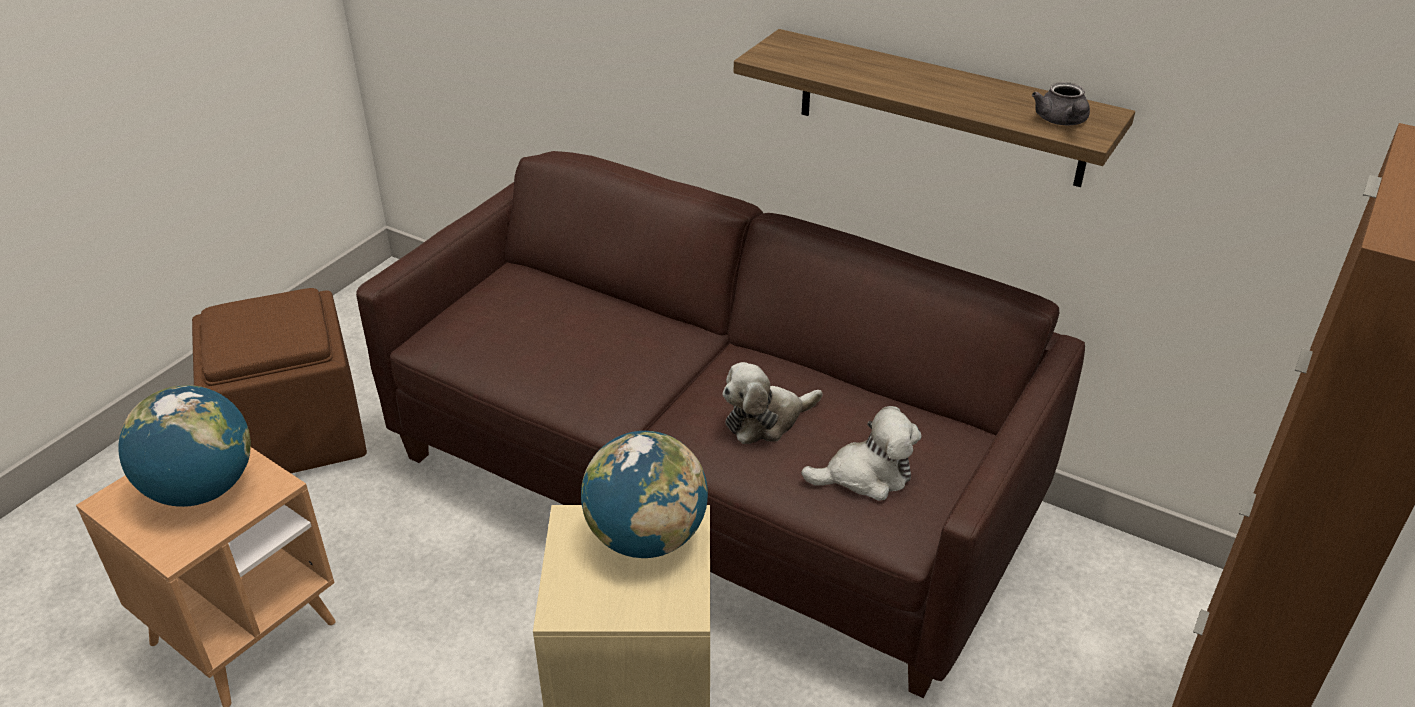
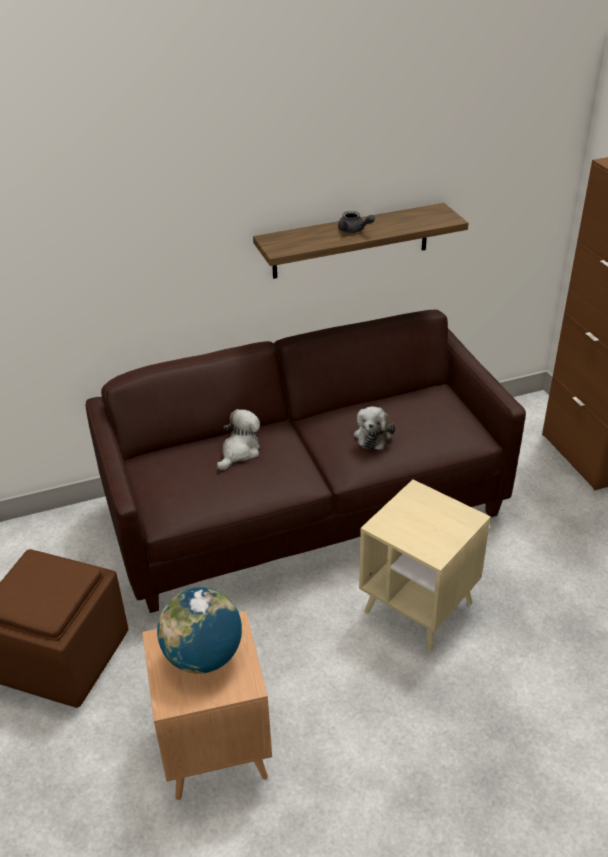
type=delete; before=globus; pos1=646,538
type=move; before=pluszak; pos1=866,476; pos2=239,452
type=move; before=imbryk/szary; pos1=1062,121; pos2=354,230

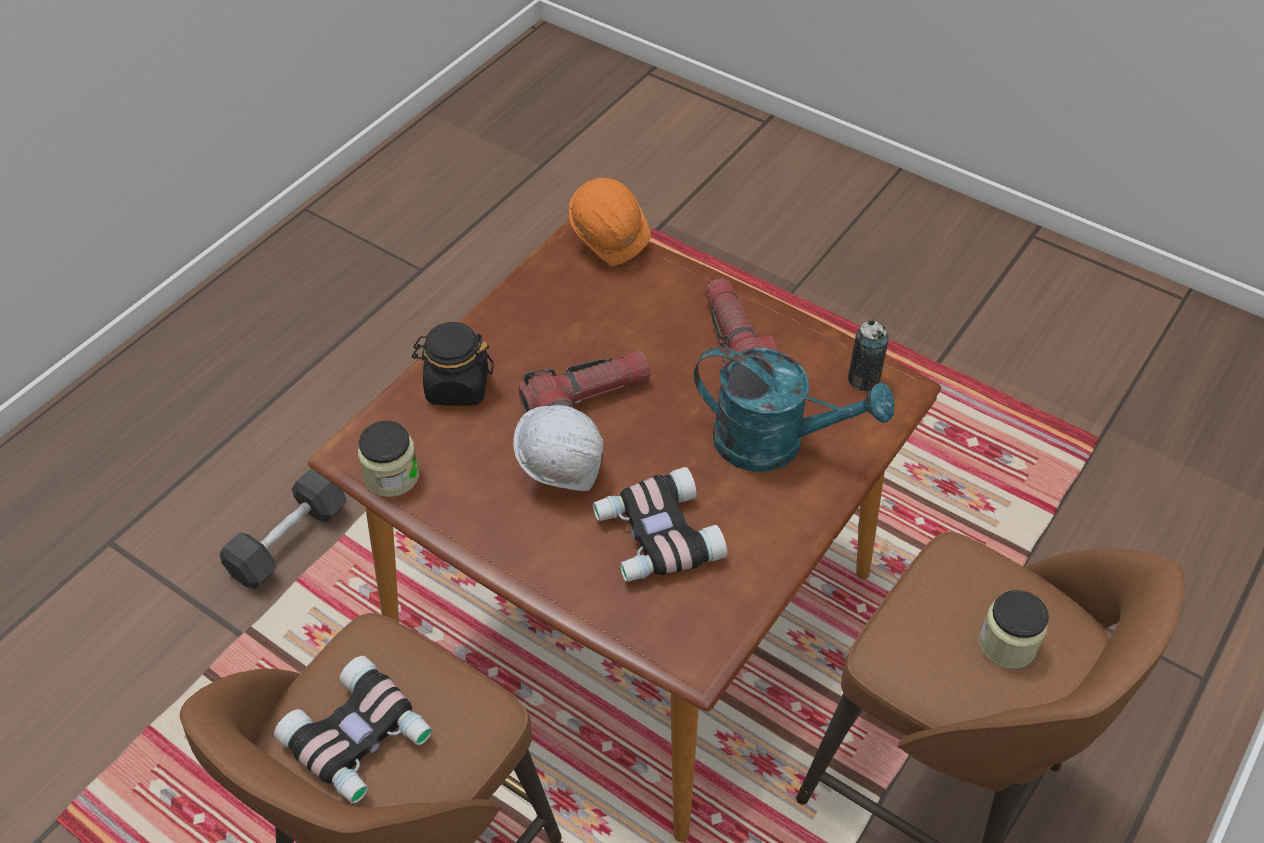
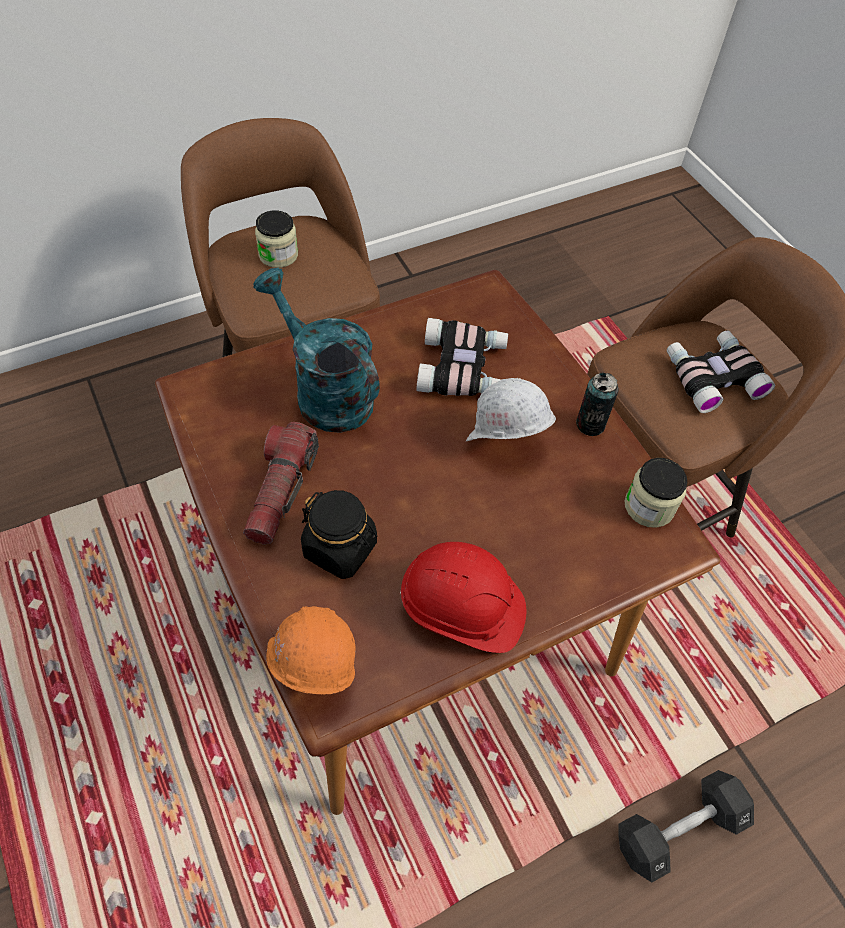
type=delete; before=latarka; pos1=585,396
type=insert; after=kask/czerwony; pos2=462,609
type=move; before=słoik/czarny; pos1=457,386; pos2=340,549
type=move; before=puszka; pos1=863,380; pos2=590,424

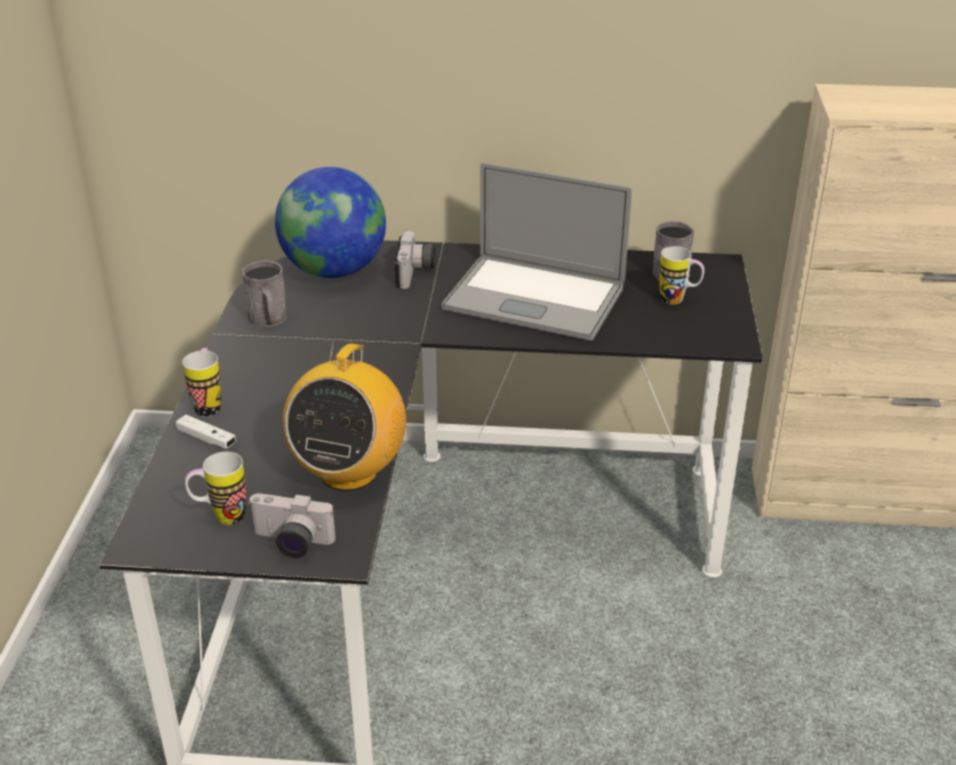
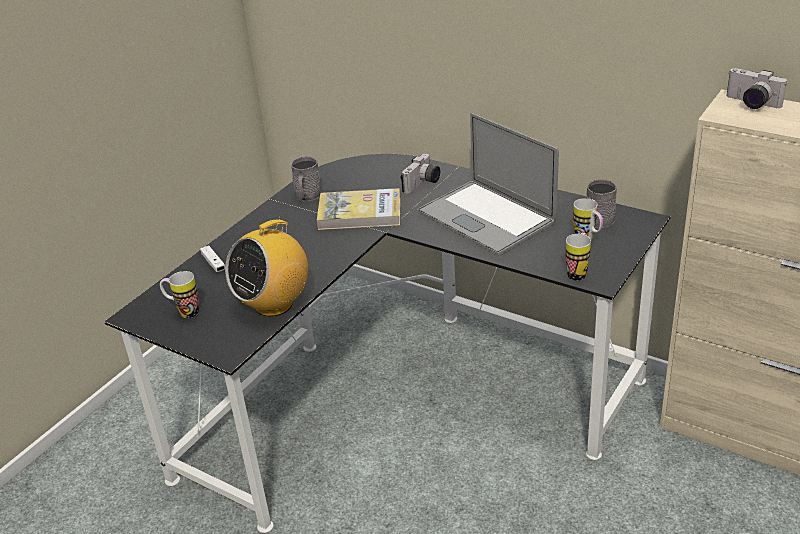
type=delete; before=globus; pos1=334,271
type=insert; after=książka; pos2=359,213
type=move; before=kubek; pos1=208,404; pos2=578,272
type=move; before=aparat fotograficzny; pos1=290,543; pos2=750,104

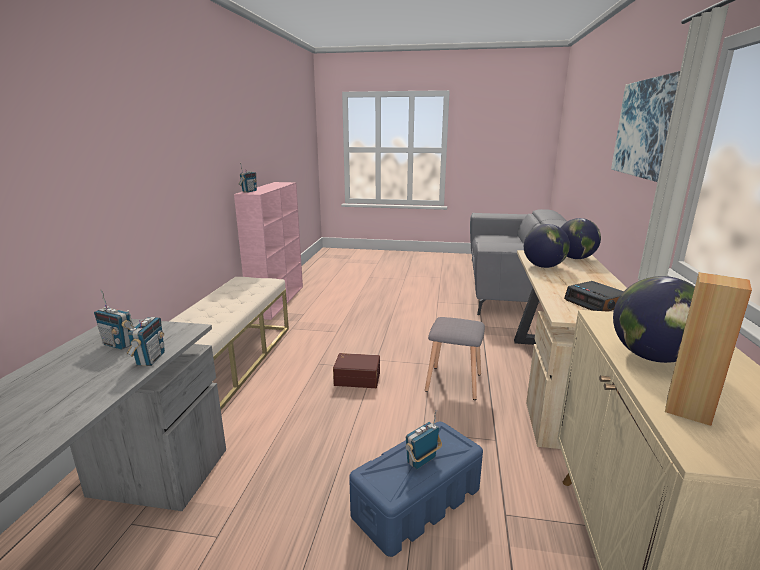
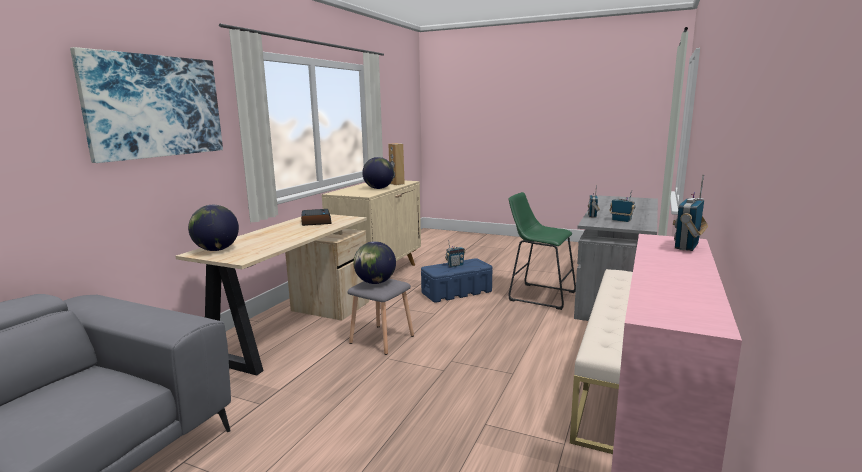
type=delete; before=pojemnik do przechowywania/brązowy; pos1=357,378
type=insert; after=stołek/zielony; pos2=538,295
type=move; before=globus; pos1=543,266; pos2=375,282

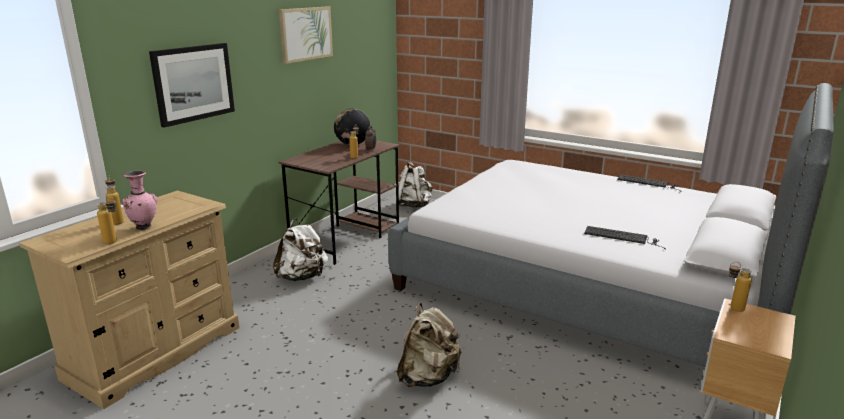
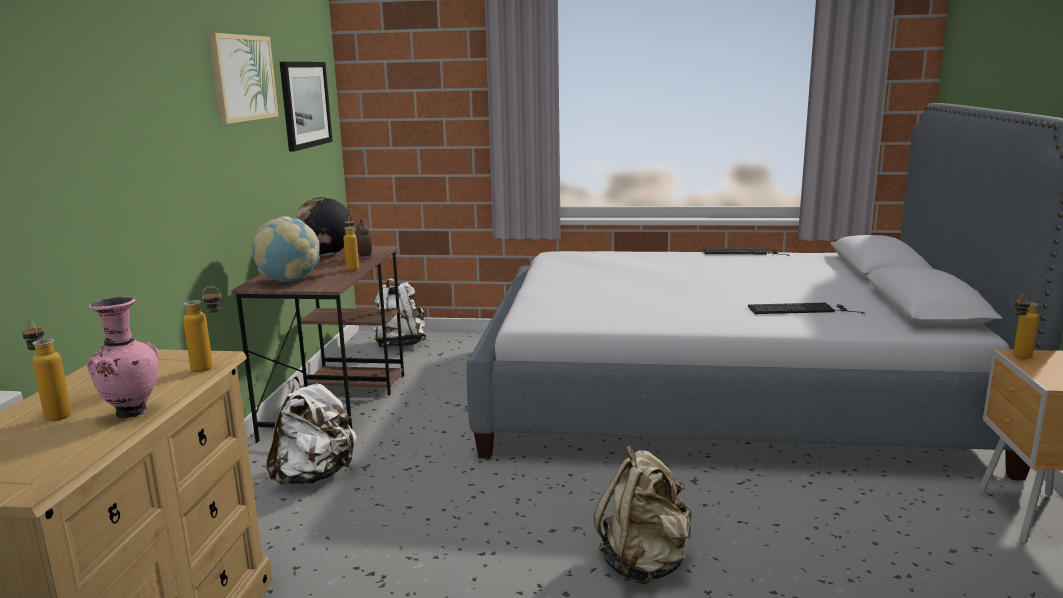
type=insert; after=globus; pos2=289,281
type=move; before=butelka; pos1=114,243; pos2=211,368
type=move; before=obraz; pos1=193,83; pos2=305,104

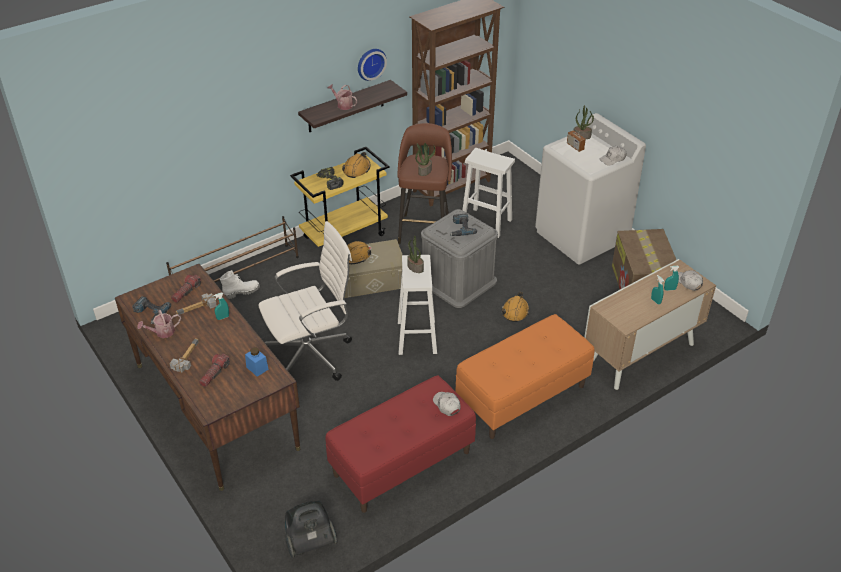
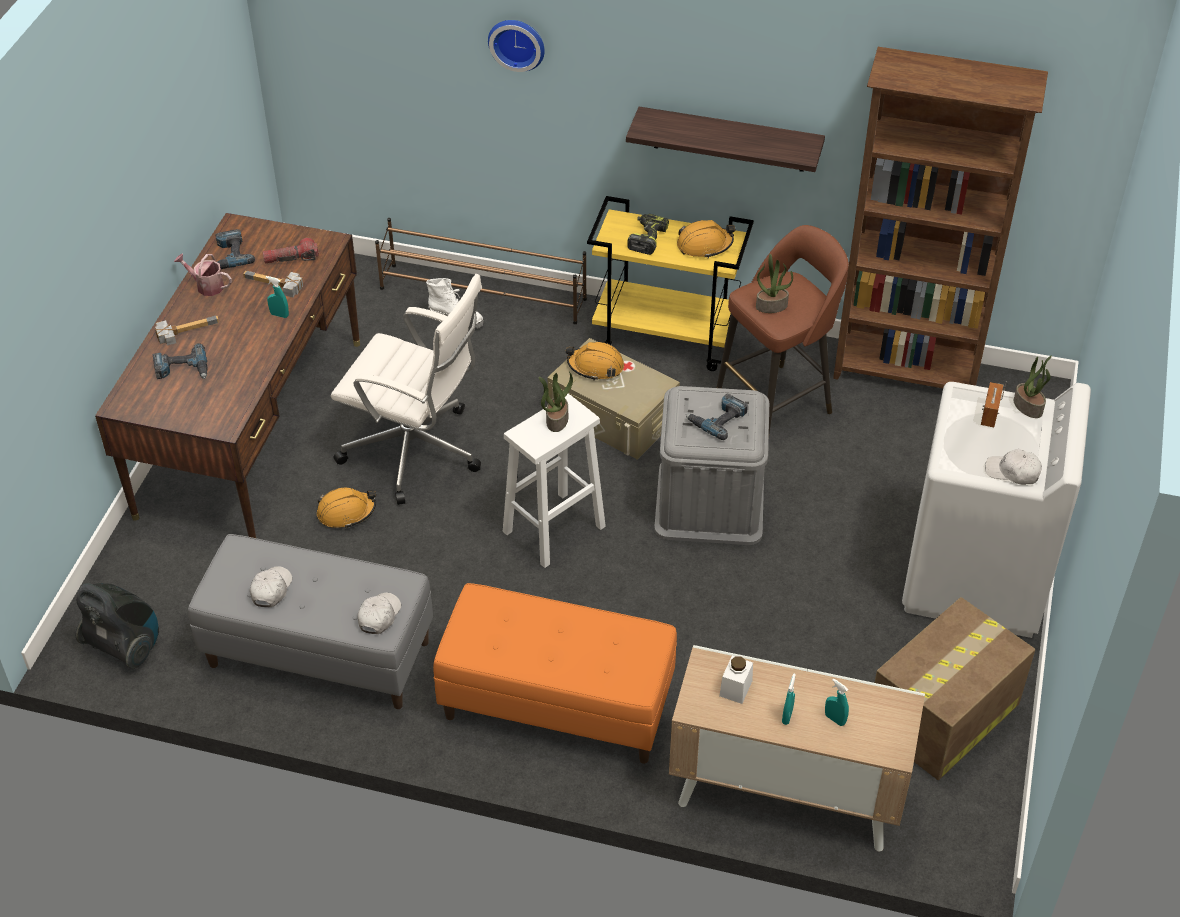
type=delete; before=słoik/niebieski; pos1=257,368
type=delete; before=konewka; pos1=343,105
type=delete; before=stołek/biały; pos1=485,222
type=insert; after=słoik/biały; pos2=735,688
type=move; before=zegar ścienny; pos1=370,63; pos2=517,42
type=move; before=kask/pomarańczowy; pos1=515,311; pos2=346,512
type=move; before=czapka z daszkiem/biały; pos1=688,282; pos2=271,590
type=replace; before=latarka; after=wiertarka; pos1=214,374; pos2=182,370
type=recolor; before=ławka/czerwony; after=ławka/szary; pos1=402,464; pos2=318,654

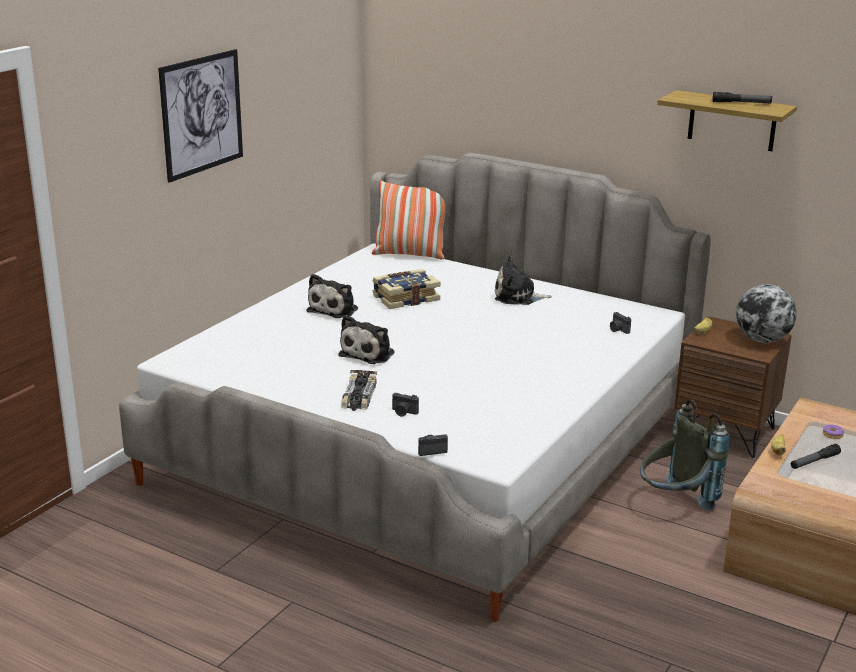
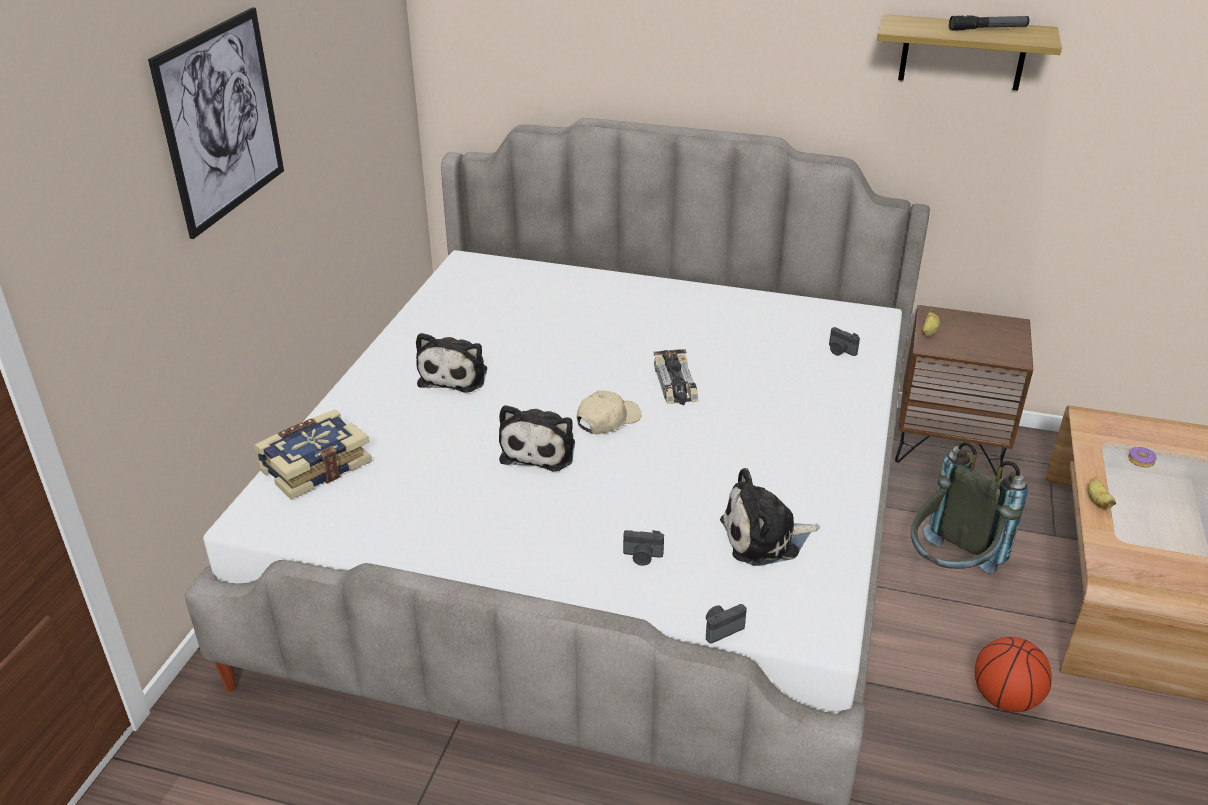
type=delete; before=poduszka; pos1=410,254
type=delete; before=globus; pos1=762,340
type=delete; before=latarka; pos1=814,461
type=insert; after=czapka z daszkiem/beżowy; pos2=607,420
type=insert; after=piłka do koszykówki; pos2=1004,698
type=move; before=samochodzik; pos1=359,397; pos2=675,385
type=move; before=książka; pos1=405,298; pos2=314,466
type=move; before=pluszak; pos1=518,297; pos2=765,538

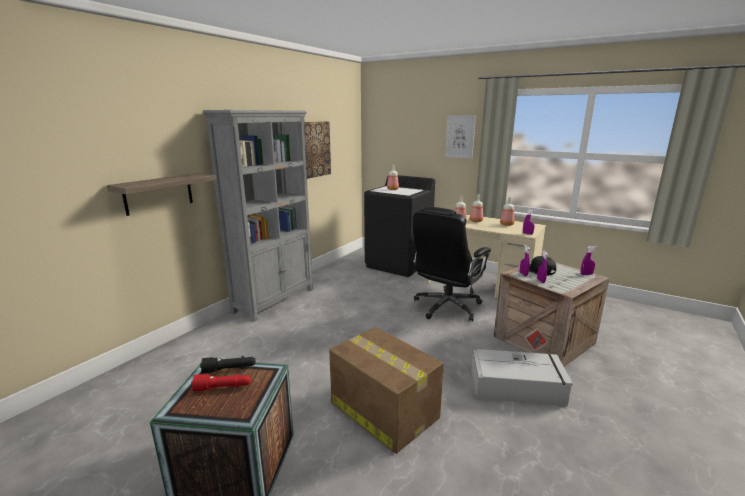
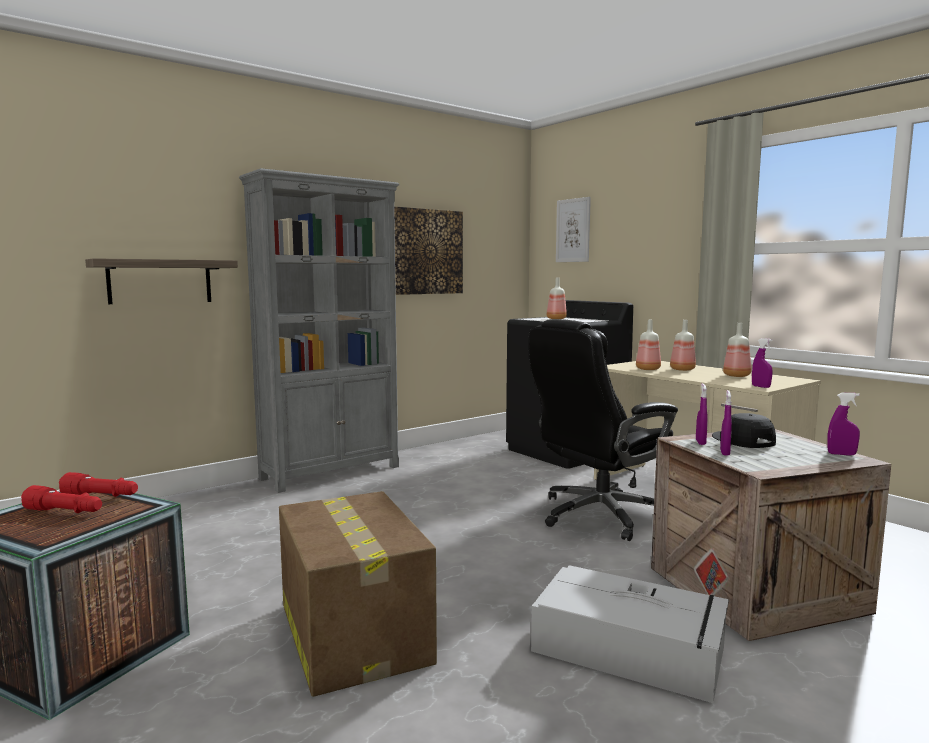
type=move; before=obraz; pos1=460,136; pos2=573,230
type=recolor; before=latarka/czarny; after=latarka/czerwony; pos1=229,369; pos2=101,496

